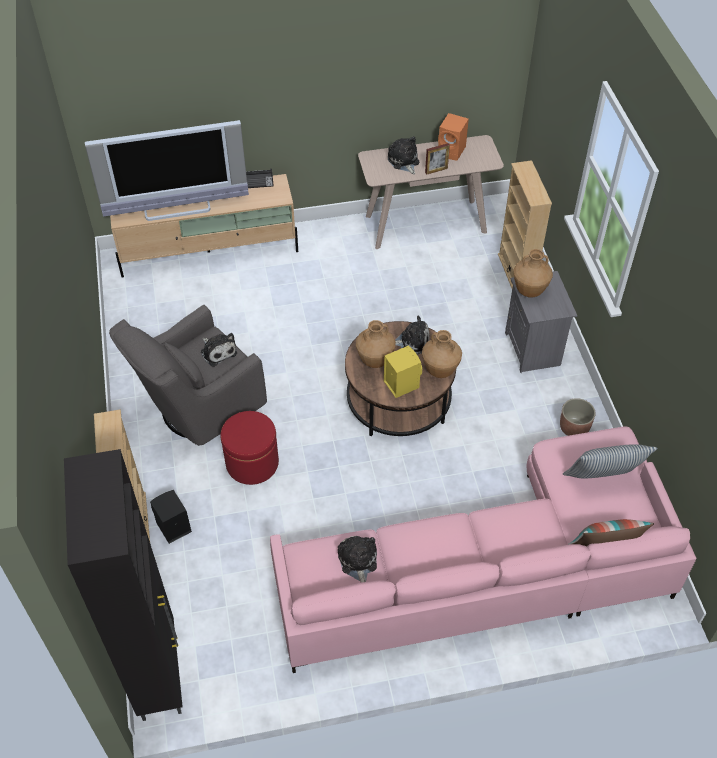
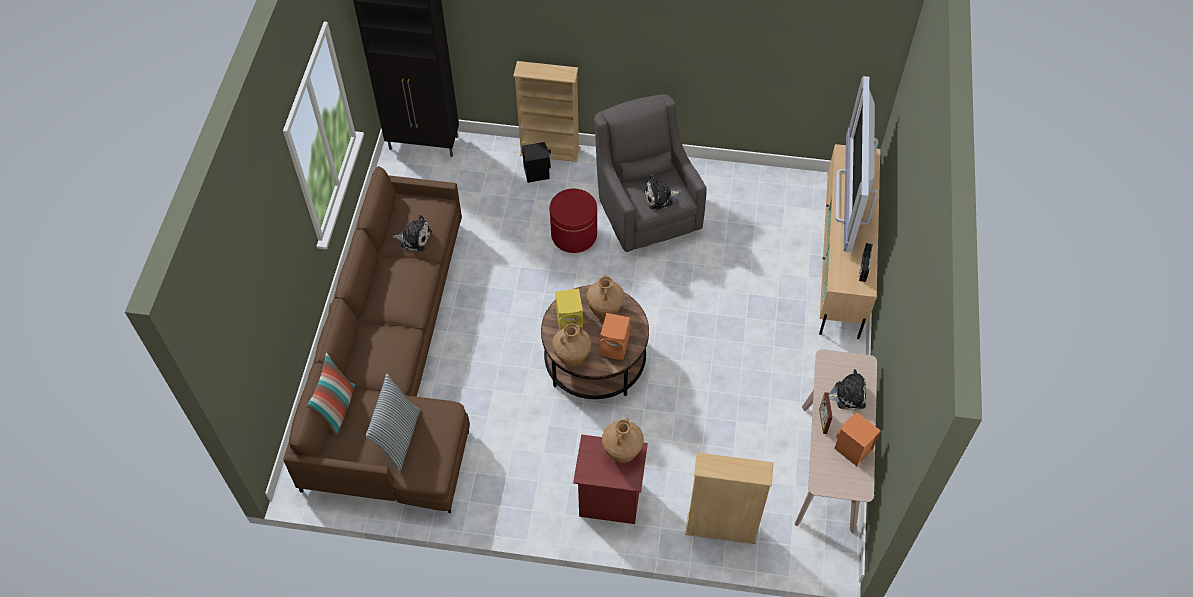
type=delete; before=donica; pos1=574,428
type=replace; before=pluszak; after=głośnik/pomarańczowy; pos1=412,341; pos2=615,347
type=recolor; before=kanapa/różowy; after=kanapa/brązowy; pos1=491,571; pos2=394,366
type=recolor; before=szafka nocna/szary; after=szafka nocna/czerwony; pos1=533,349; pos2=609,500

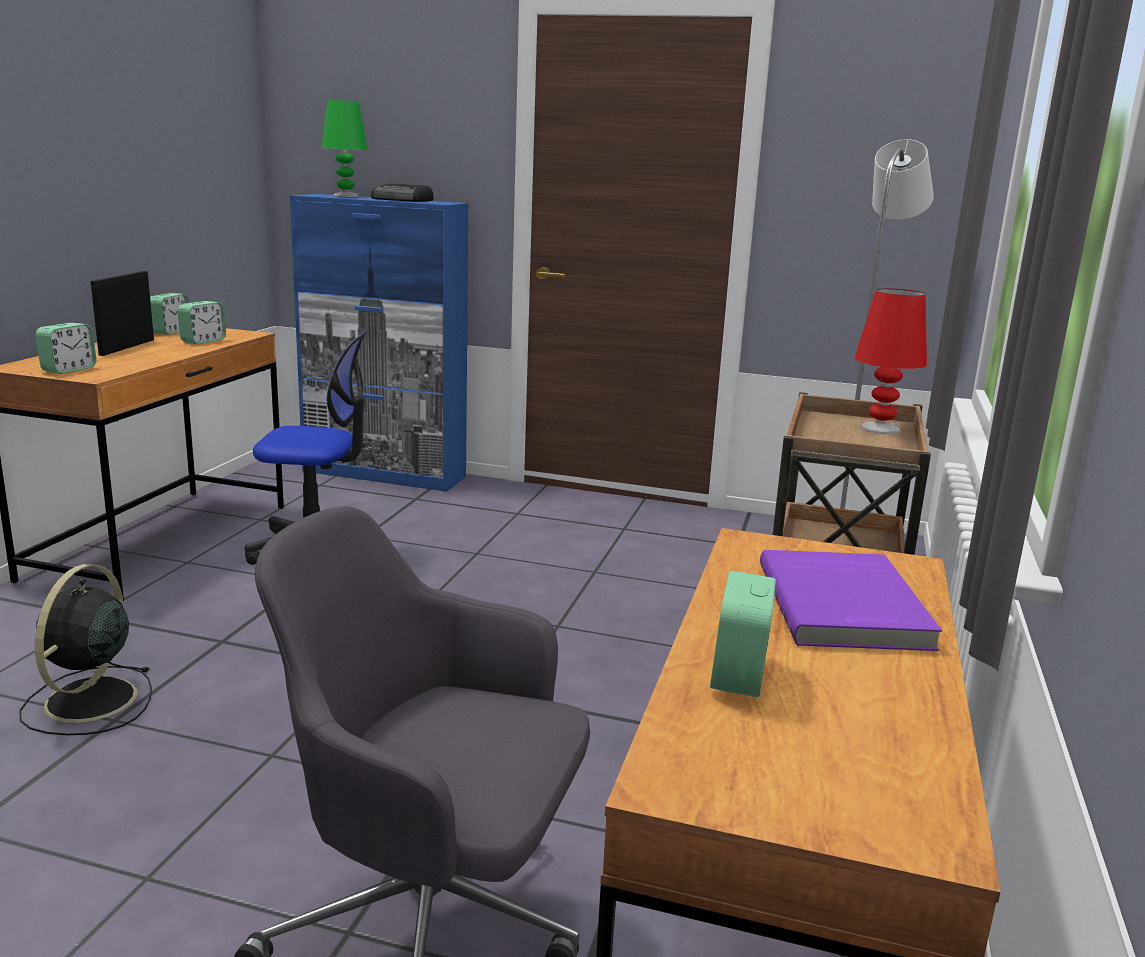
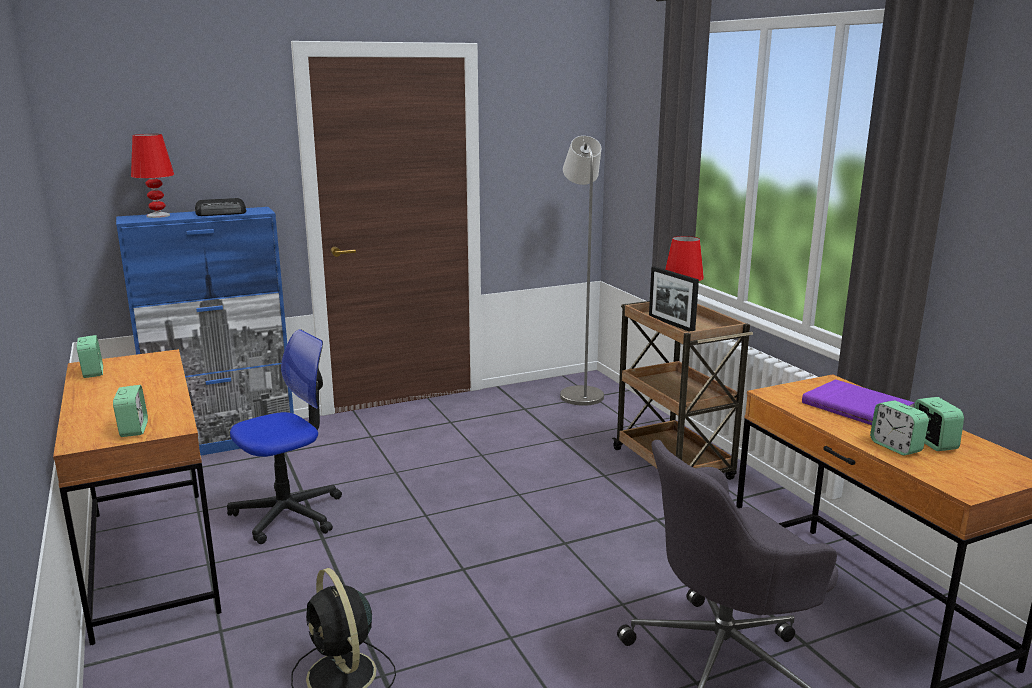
type=move; before=ramka na zdjęcie; pos1=127,347; pos2=671,324
type=move; before=budzik; pos1=203,341; pos2=933,443
type=recolor; before=lampa stołowa/zielony; after=lampa stołowa/czerwony; pos1=345,196; pos2=158,216

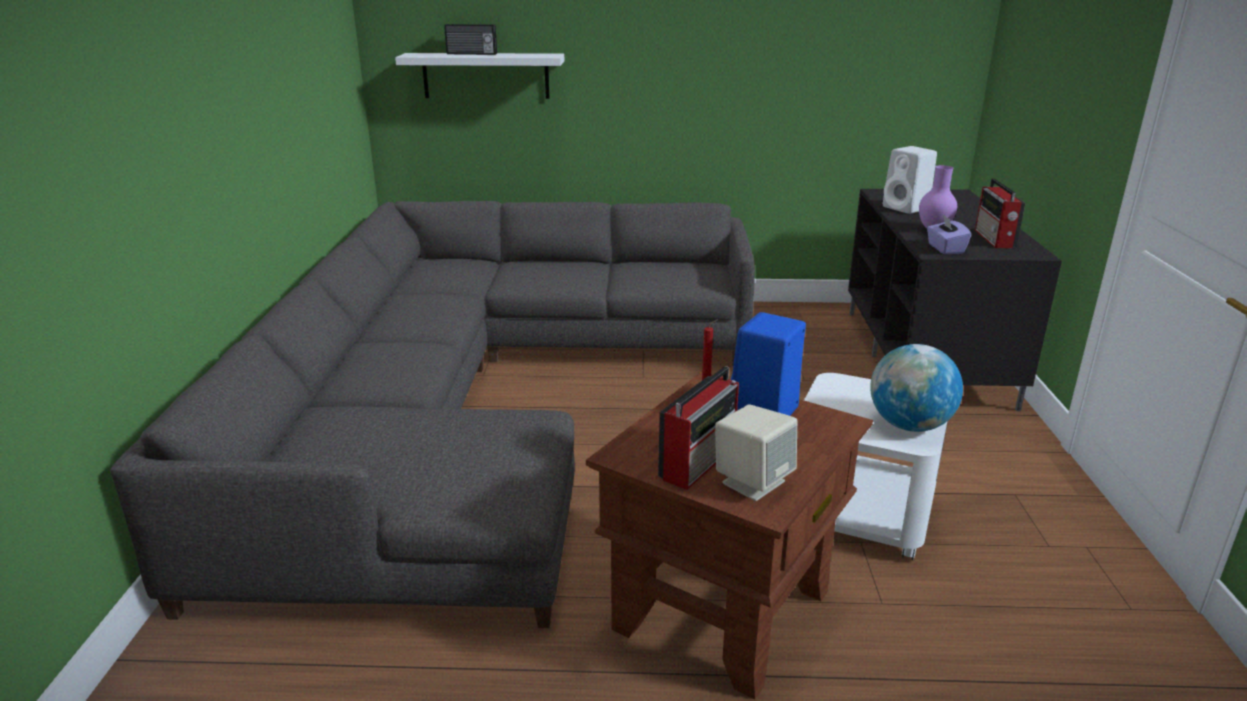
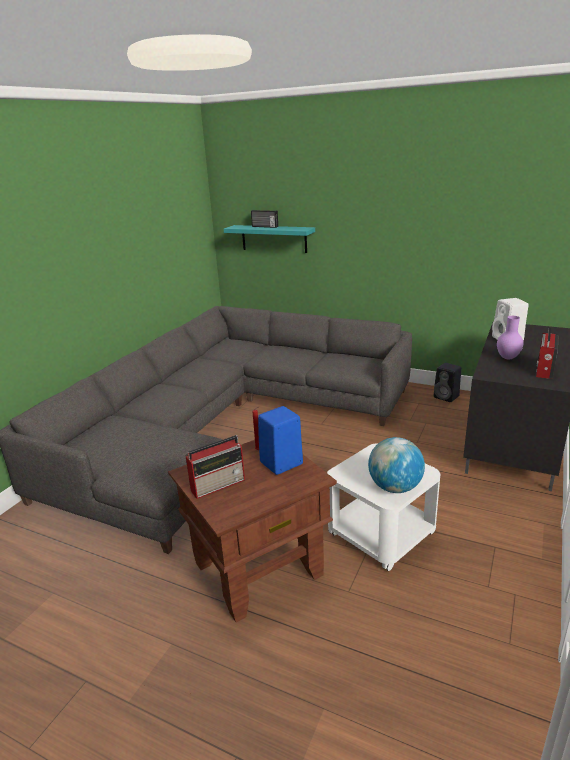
type=delete; before=głośnik/beżowy; pos1=753,482
type=delete; before=pudełko chusteczek/fioletowy; pos1=945,249
type=insert; after=głośnik/czarny; pos2=447,397
type=recolor; before=półka/biały; after=półka/turkusowy; pos1=486,76; pos2=274,238

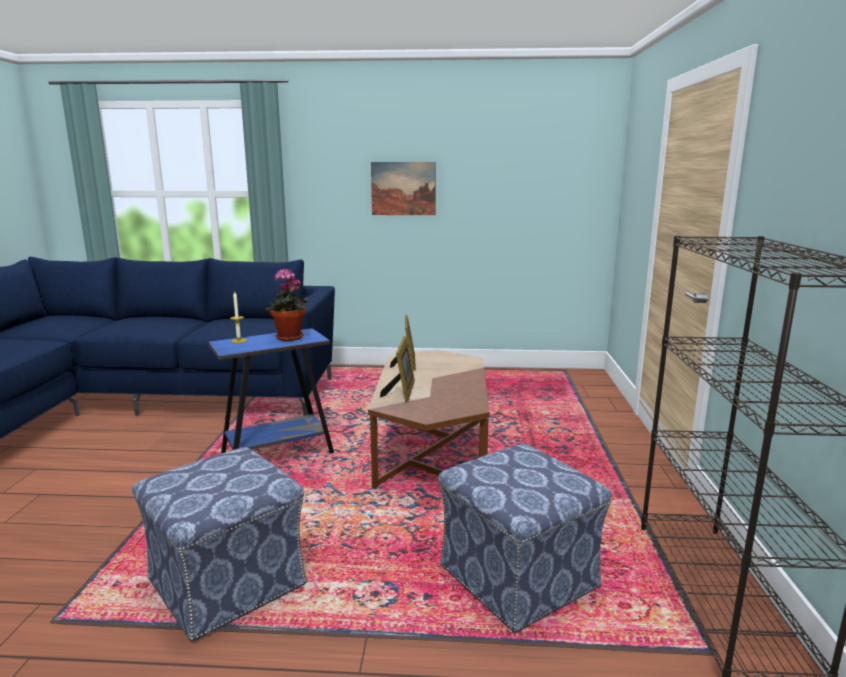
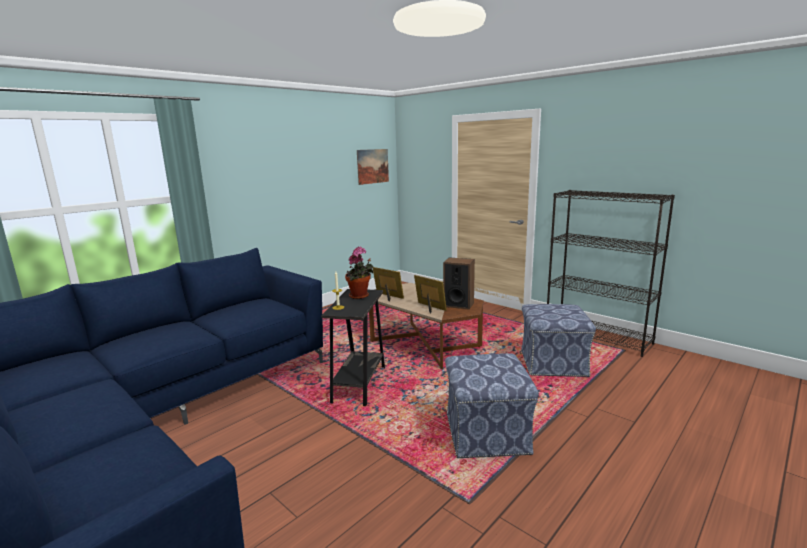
type=insert; after=głośnik; pos2=458,304
type=move; before=obraz; pos1=403,188; pos2=373,166
type=recolor; before=stolik/niebieski; after=stolik/czarny; pos1=277,455; pos2=359,384

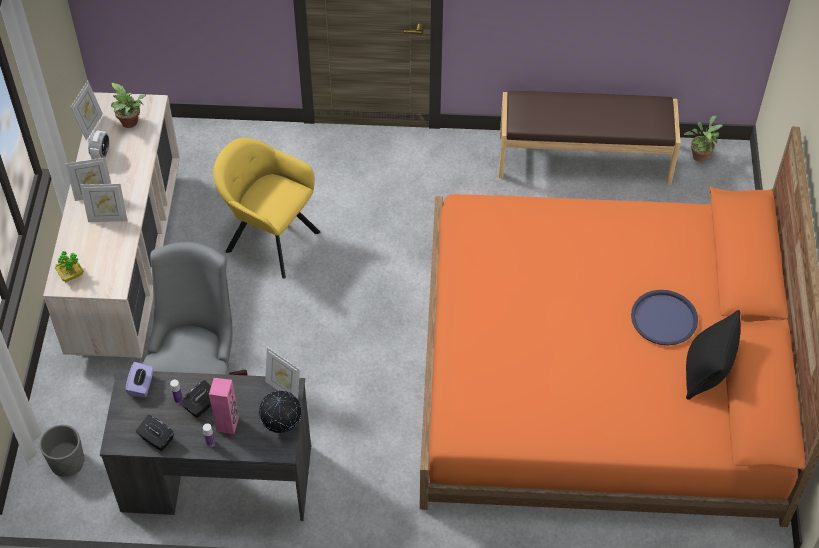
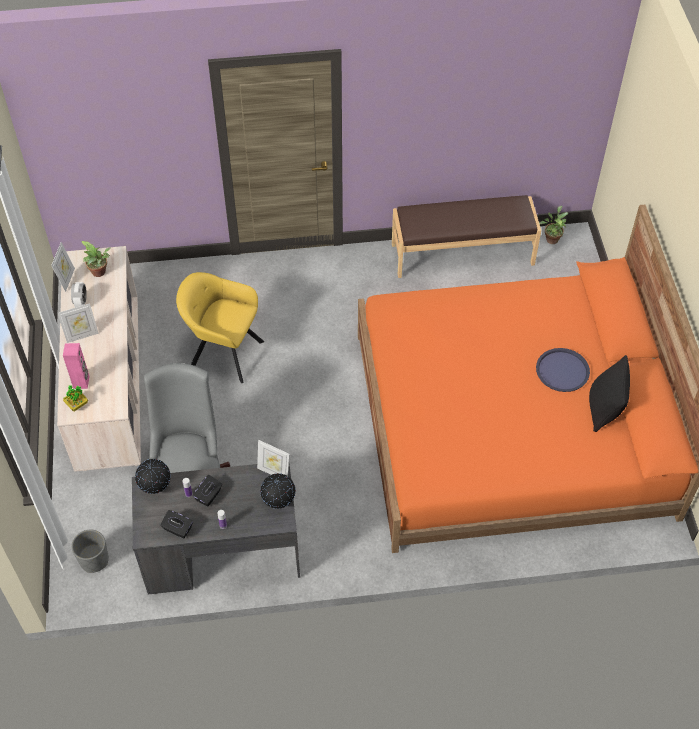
type=delete; before=ramka na zdjęcie; pos1=108,218
type=move; before=głośnik/różowy; pos1=228,424; pos2=81,382
type=replace; before=pudełko chusteczek/fioletowy; after=globus; pos1=141,386; pos2=155,487

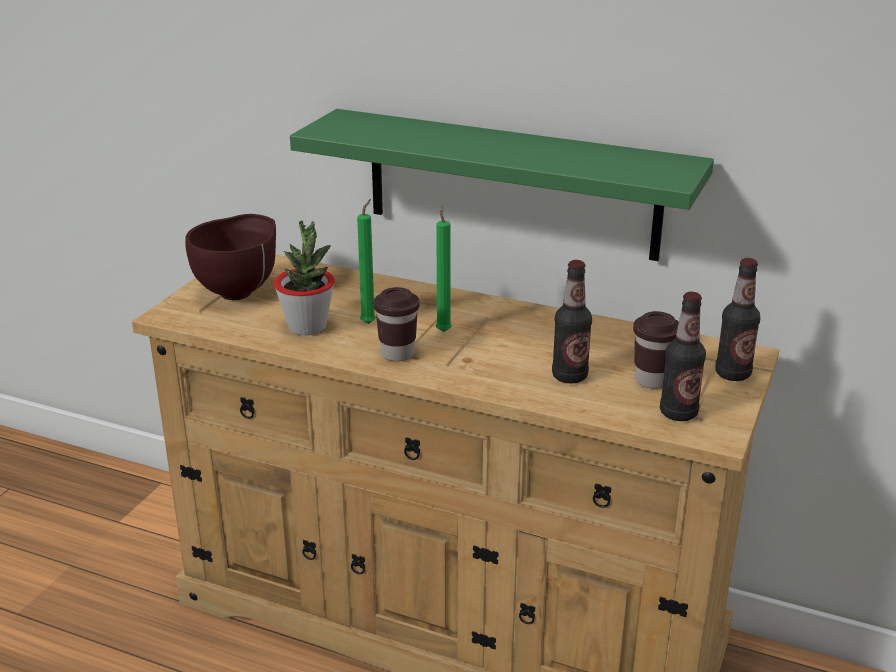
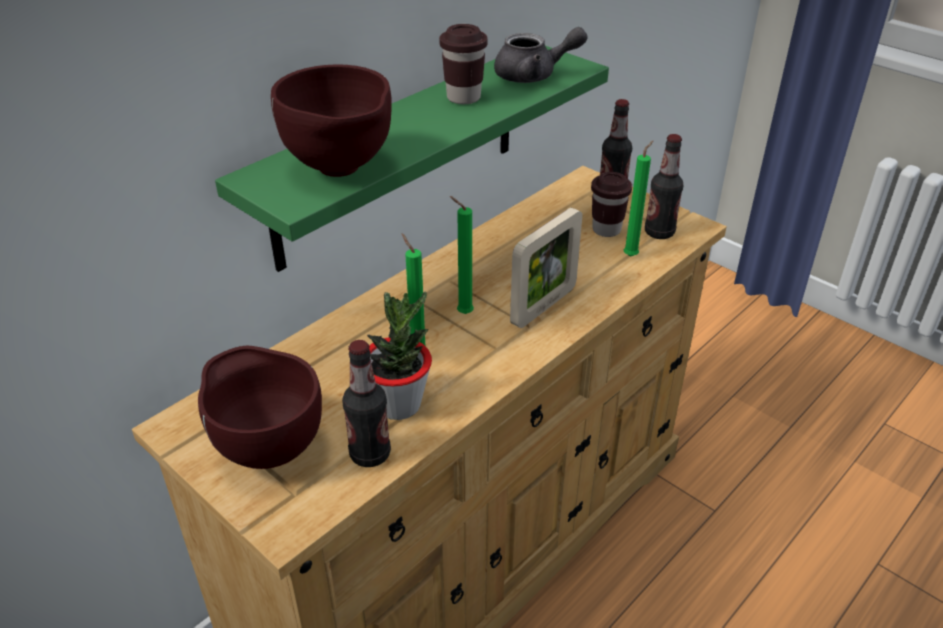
type=insert; after=miska/brązowy; pos2=341,170
type=insert; after=imbryk/szary; pos2=534,75
type=insert; after=ramka na zdjęcie; pos2=543,306
type=insert; after=świeca/zielony; pos2=632,255
type=move; before=filiżanka/brązowy; pos1=397,354; pos2=463,98
type=move; before=butelka; pos1=569,376; pos2=370,454

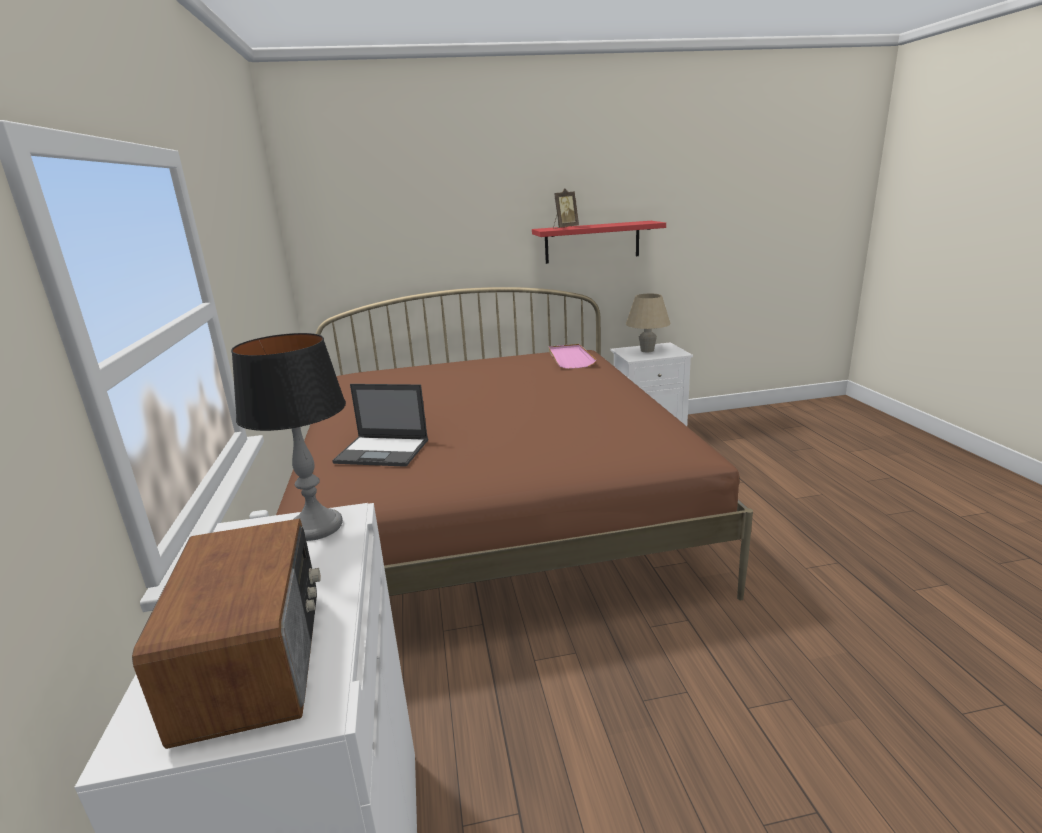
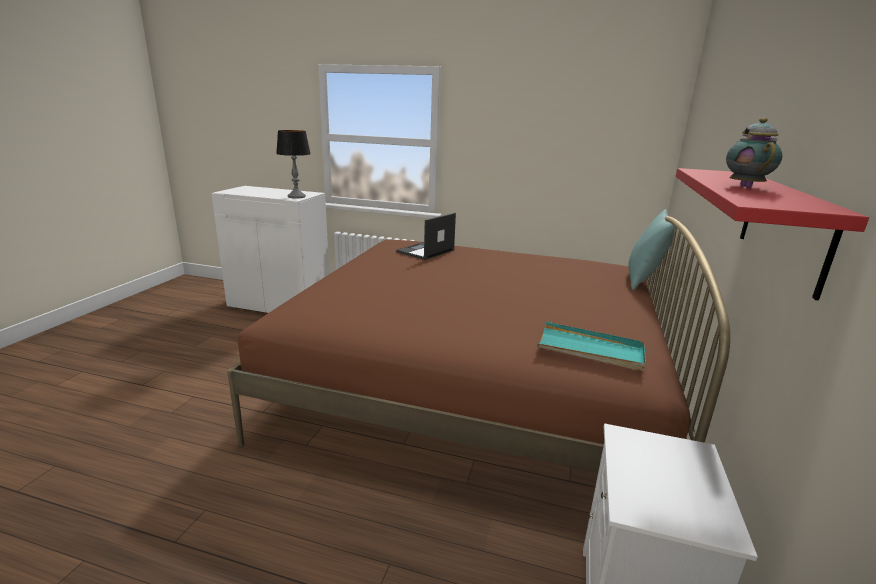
type=delete; before=radio; pos1=257,659
type=delete; before=ramka na zdjęcie; pos1=565,228
type=delete; before=lampa stołowa/beżowy; pos1=647,350
type=insert; after=poduszka/turkusowy; pos2=643,281
type=insert; after=imbryk; pos2=745,186
type=recolor; before=taca/różowy; after=taca/turkusowy; pos1=570,358; pos2=590,350

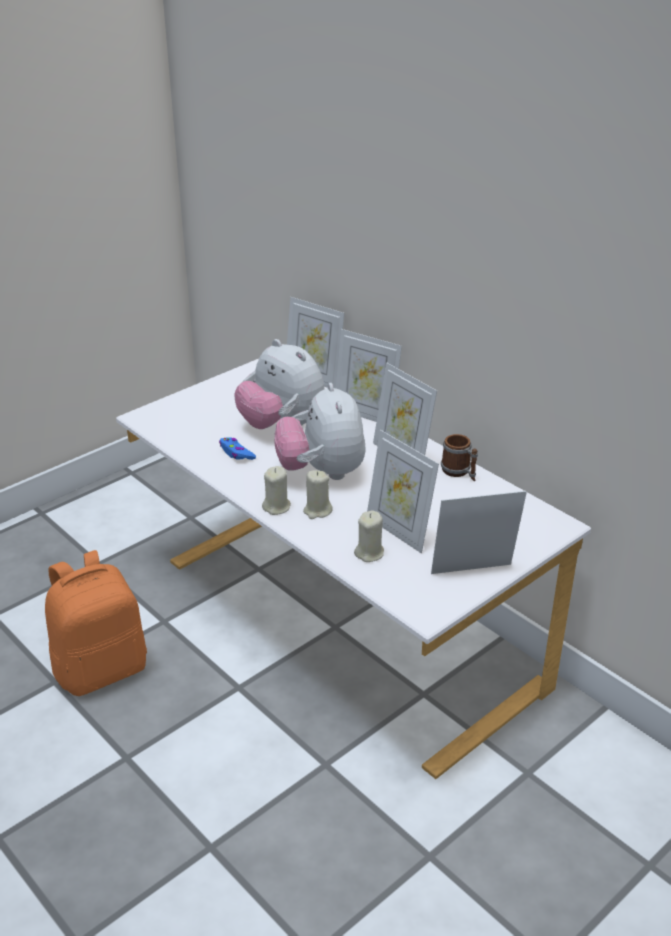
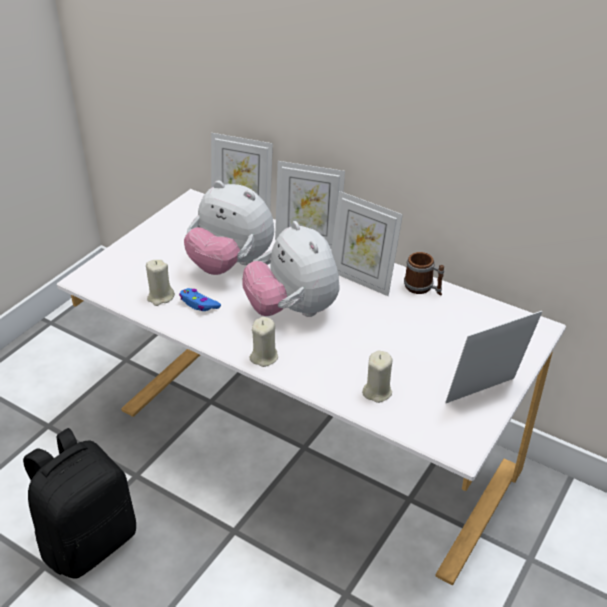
type=delete; before=ramka na zdjęcie; pos1=399,531
type=move; before=świeca/beżowy; pos1=317,511; pos2=160,297
type=recolor; before=plecak/pomarańczowy; after=plecak/czarny; pos1=101,668; pos2=89,541

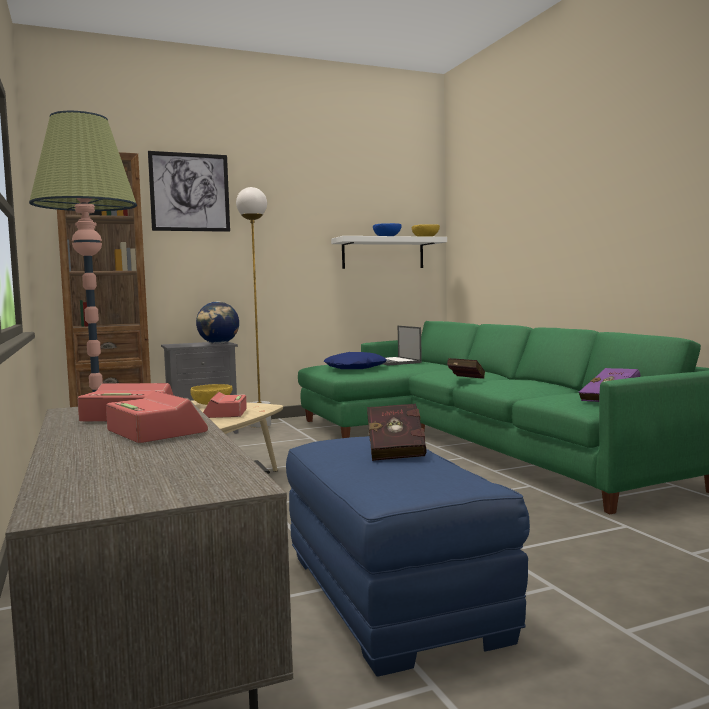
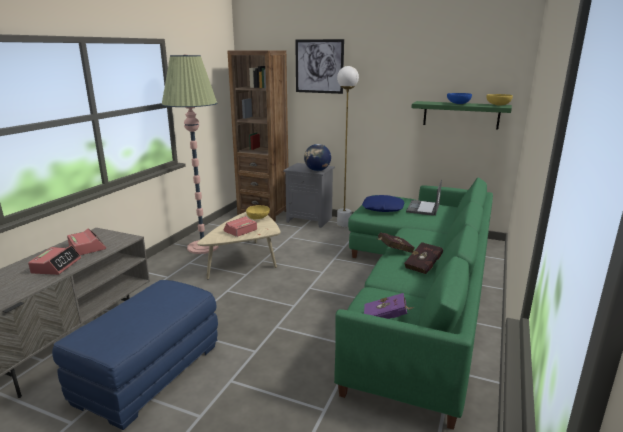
type=move; before=książka/czerwony; pos1=396,451; pos2=424,266
type=recolor; before=półka/biały; after=półka/zielony; pos1=383,253; pos2=461,115

